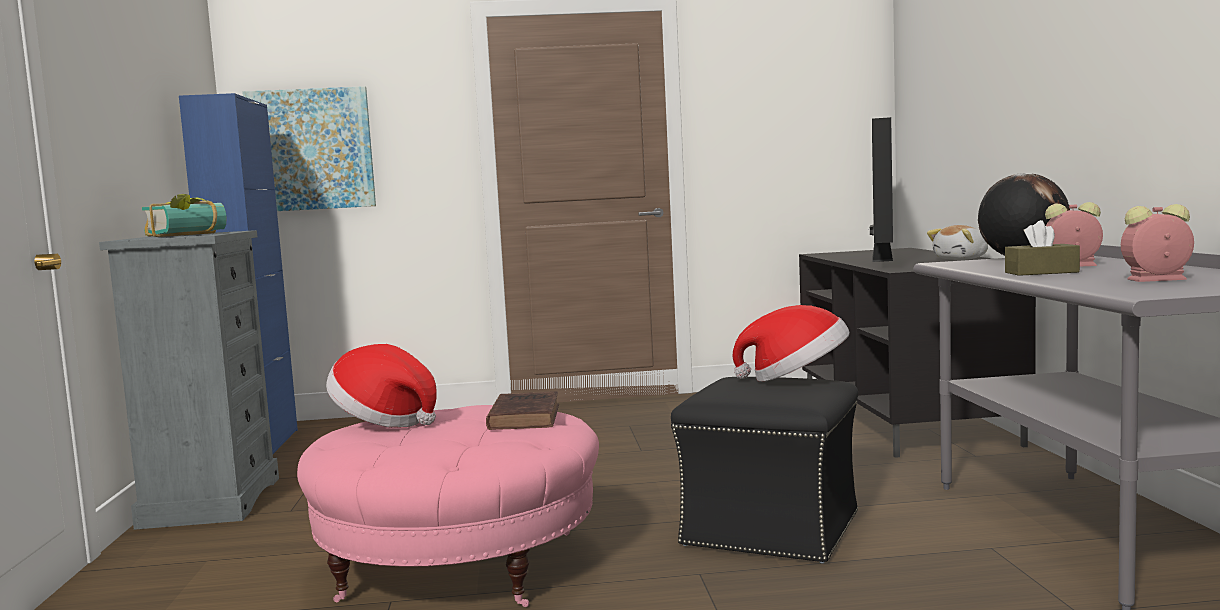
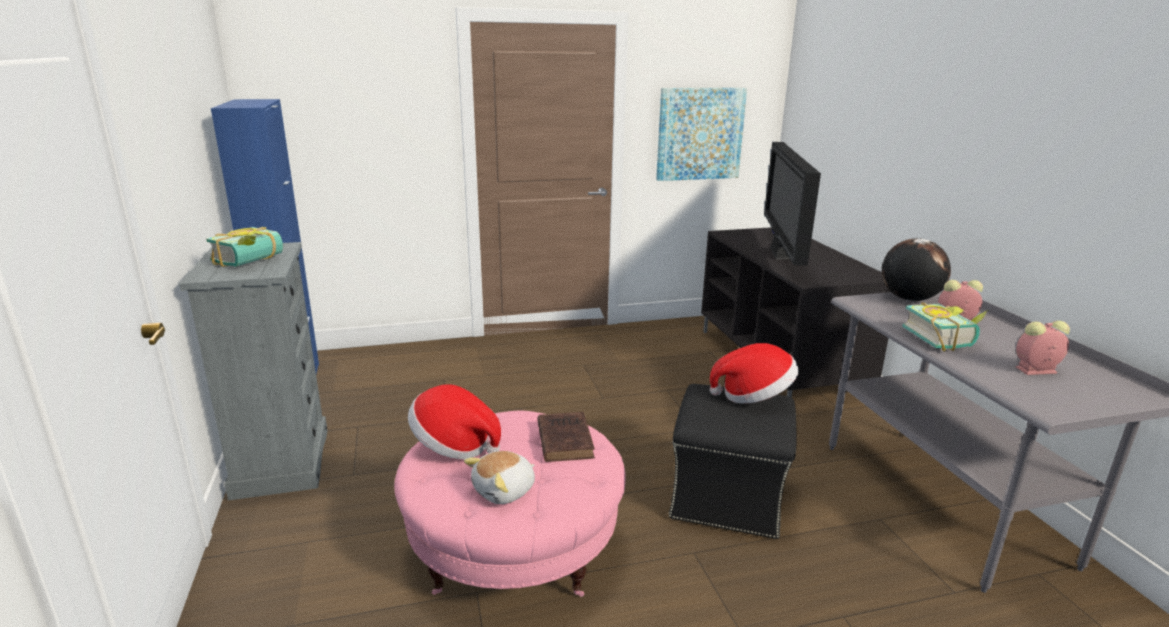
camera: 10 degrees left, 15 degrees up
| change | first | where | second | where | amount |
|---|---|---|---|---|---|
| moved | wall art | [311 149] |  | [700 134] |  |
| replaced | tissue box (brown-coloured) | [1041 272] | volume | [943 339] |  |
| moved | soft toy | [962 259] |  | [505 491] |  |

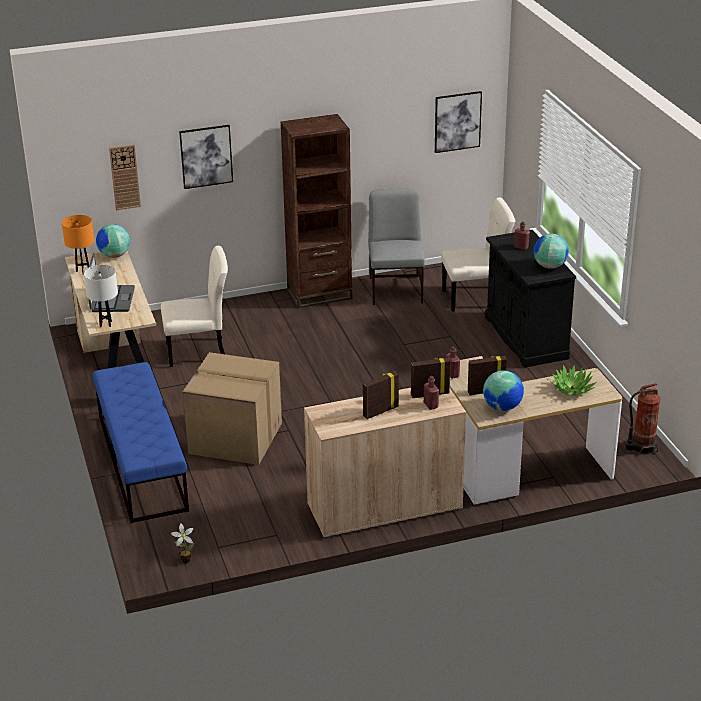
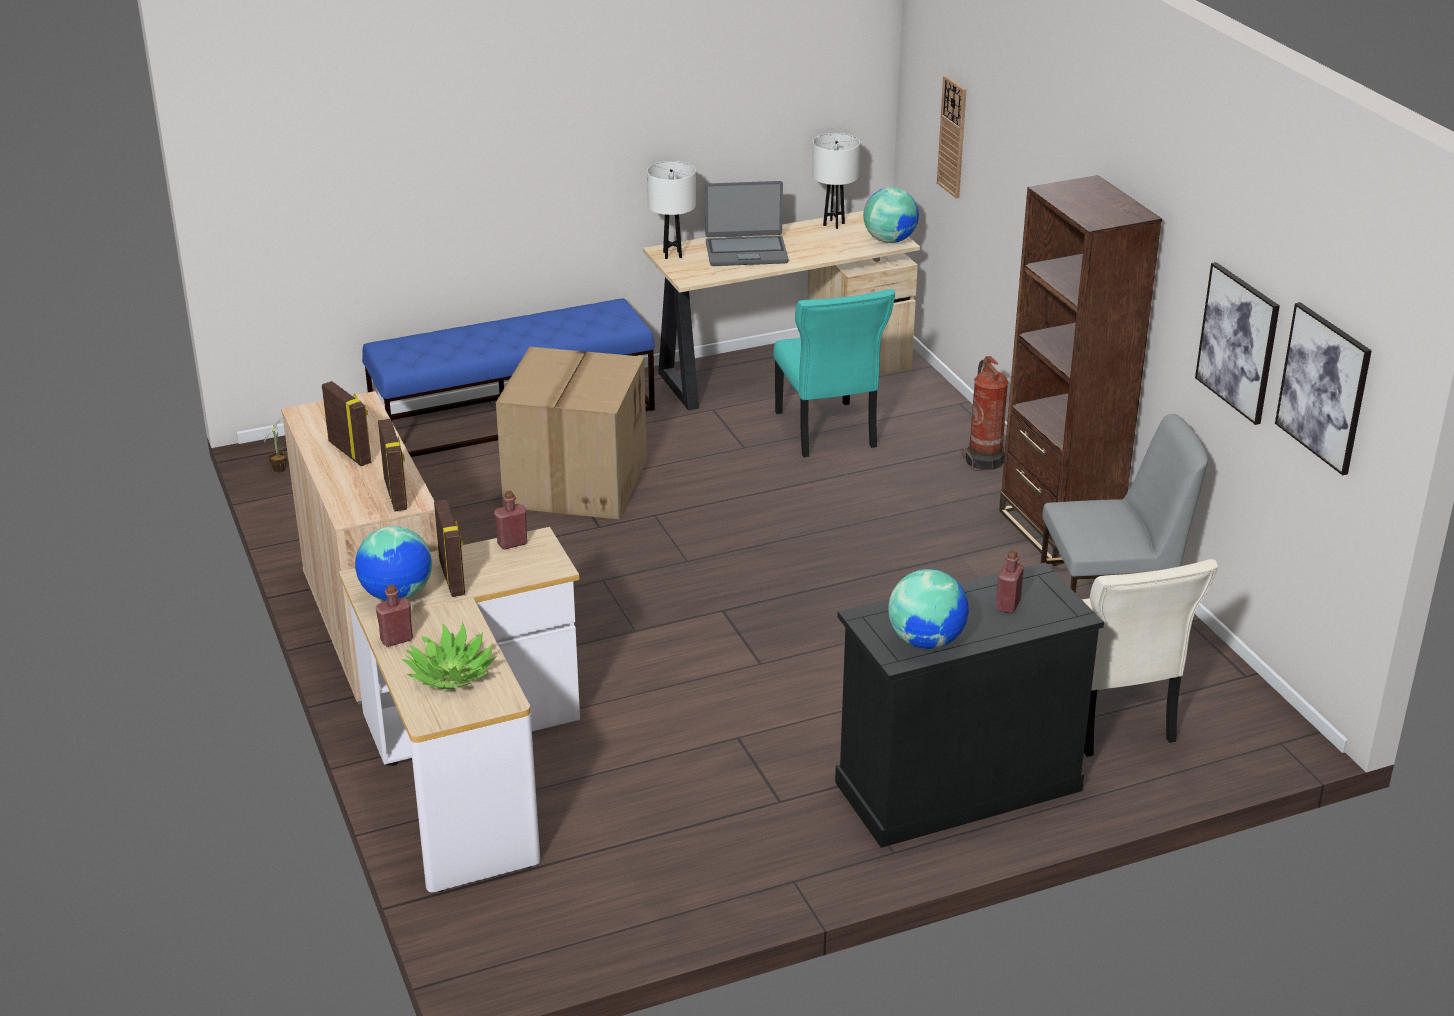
camera: 85 degrees right, 0 degrees up
| change | first | where | second | where | amount |
|---|---|---|---|---|---|
| moved | wall art | [206 156] |  | [1238 342] |  |
| recoloured | table lamp (orange) | [83 270] | table lamp (white) | [834 224] |  |
| recoloured | plain chair (sand-coloured) | [199 352] | plain chair (blue-green) | [826 432] |  |
| moved | beverage bottle (red) | [431 405] |  | [396 639] |  |
| moved | fire-fighting cylinder | [641 446] |  | [984 460] |  |

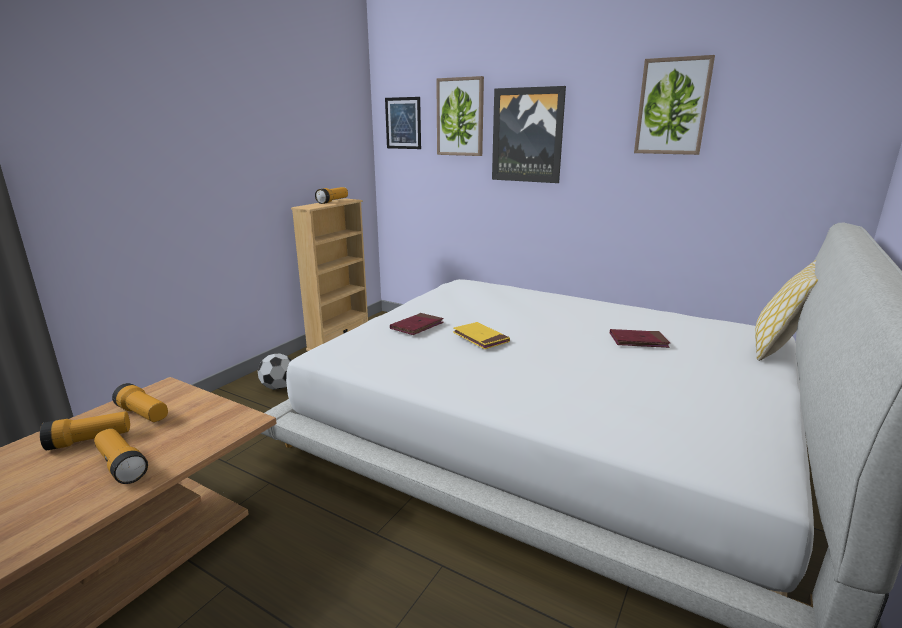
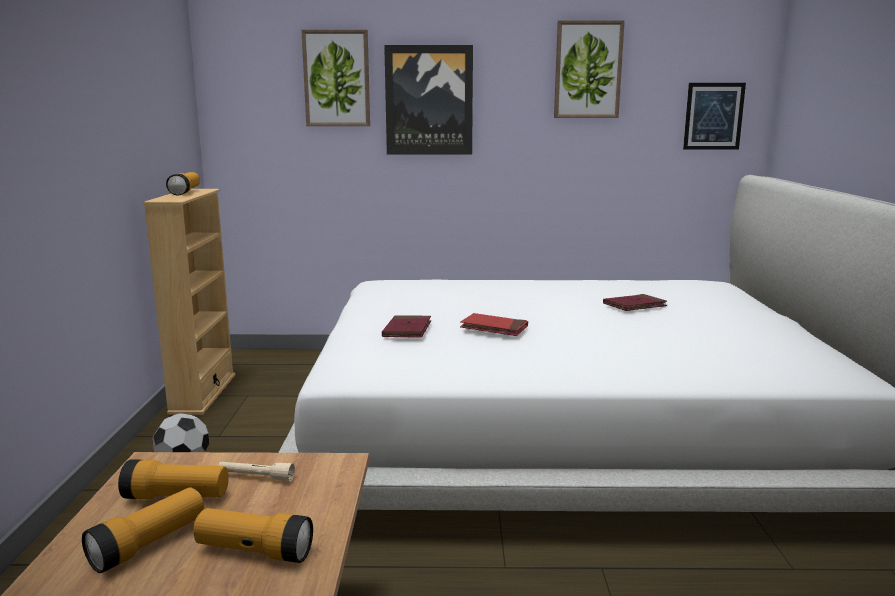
camera: 30 degrees left, 5 degrees down
| change | first | where | second | where | amount |
|---|---|---|---|---|---|
| moved | wall art | [403 123] |  | [713 116] |  |
| removed | throw pillow | [776 349] |  |  |  |
| recoloured | volume (yellowish) | [480 338] | volume (red) | [494 328] |  |
| added |  |  | flashlight (sand-coloured) | [256 477] |  |

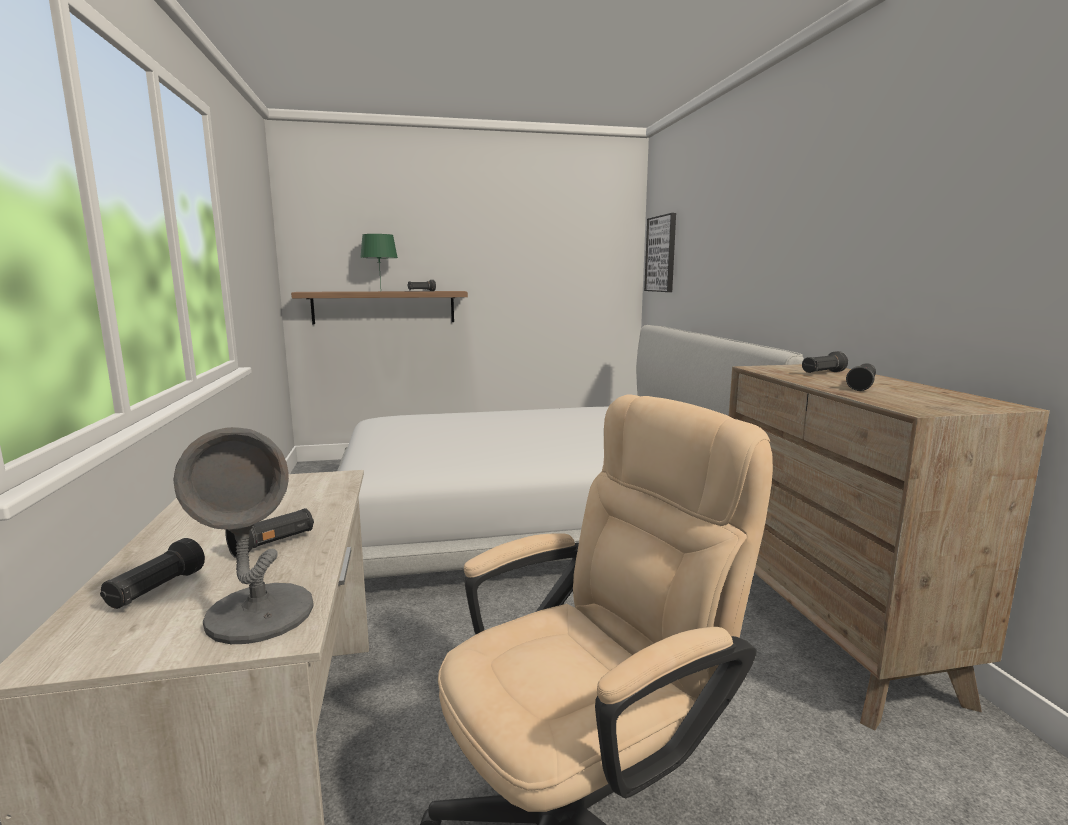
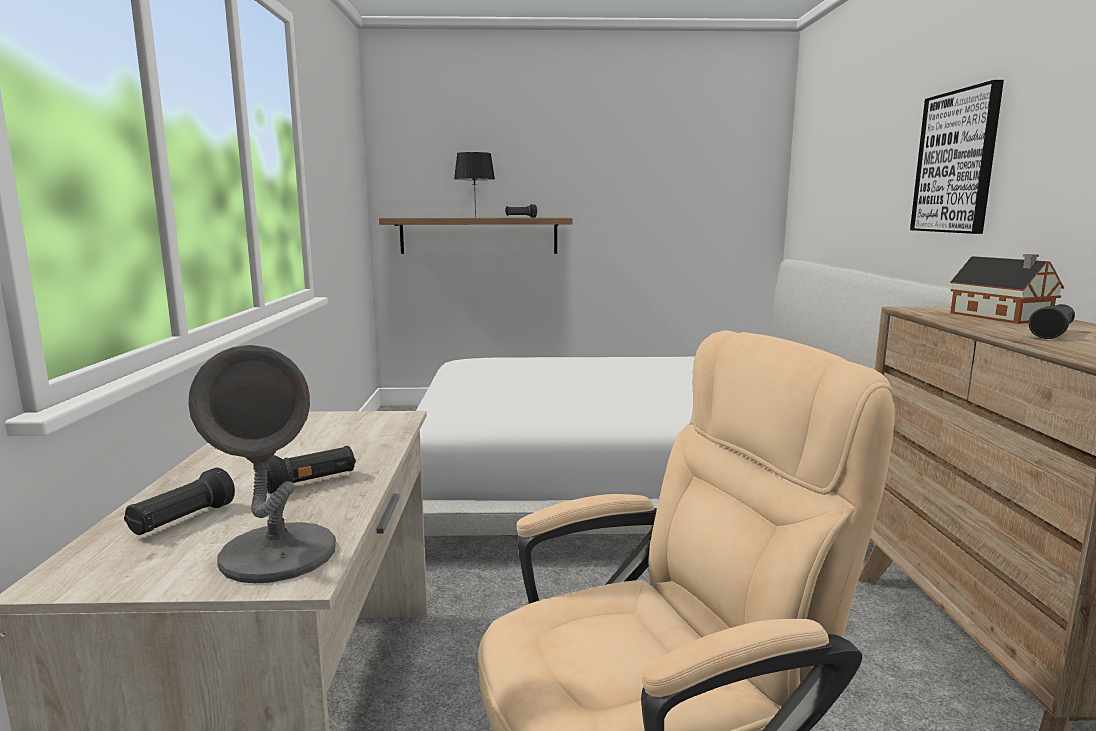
camera: 10 degrees right, 0 degrees up
| change | first | where | second | where | amount |
|---|---|---|---|---|---|
| moved | wall art | [661 254] |  | [956 162] |  |
| recoloured | table lamp (green) | [380 291] | table lamp (blackish) | [475 217] |  |
| replaced | flashlight (blackish) | [822 373] | toy house | [1002 317] |  |

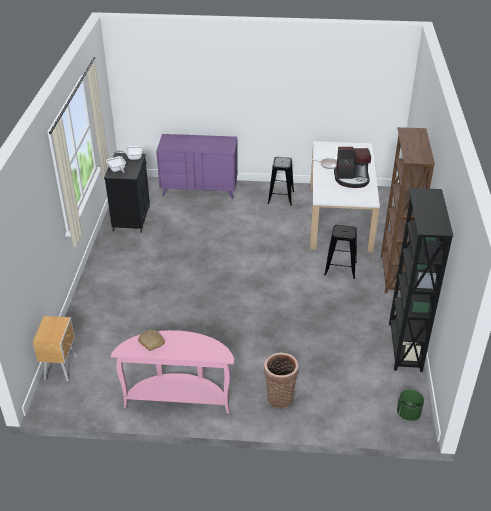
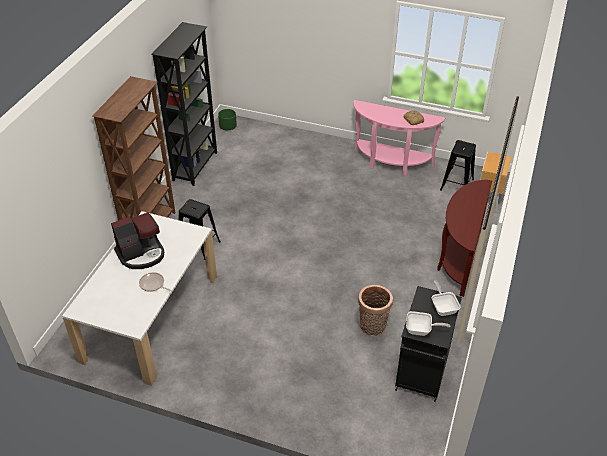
camera: 165 degrees left, 5 degrees up
| change | first | where | second | where | amount |
|---|---|---|---|---|---|
| removed | dresser (purple) | [199 189] |  |  |  |
| turned | coffee brewer | [352 179] |  | [141 254] | 135 degrees clockwise |
| moved | stool seat (blackish) | [281 197] |  | [457 185] |  |
| moved | household basket | [279 396] |  | [372 327] |  |
| added |  |  | narrow table (brown-coloured) | [458 259] |  |

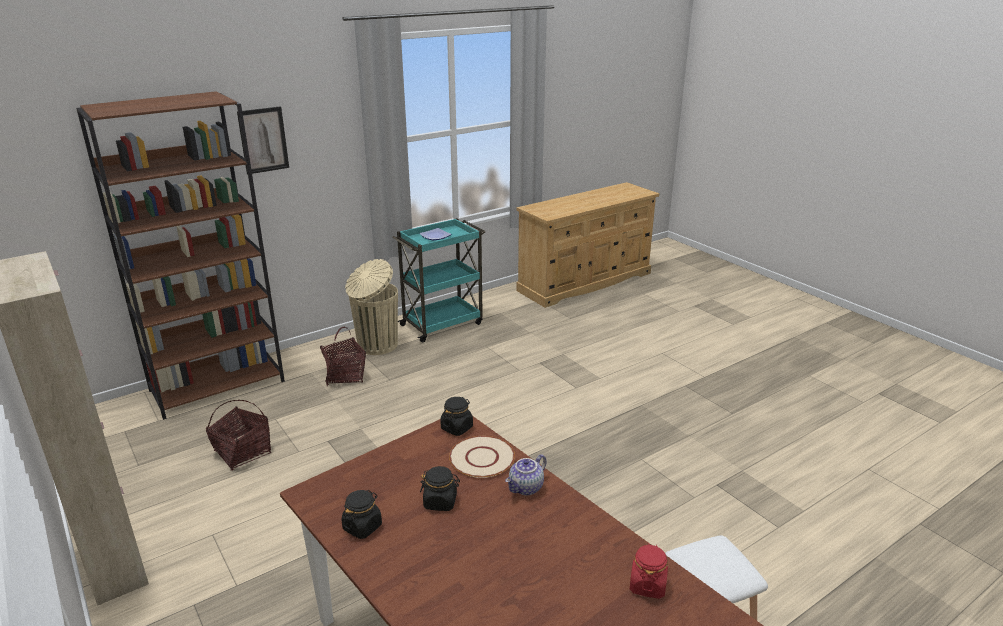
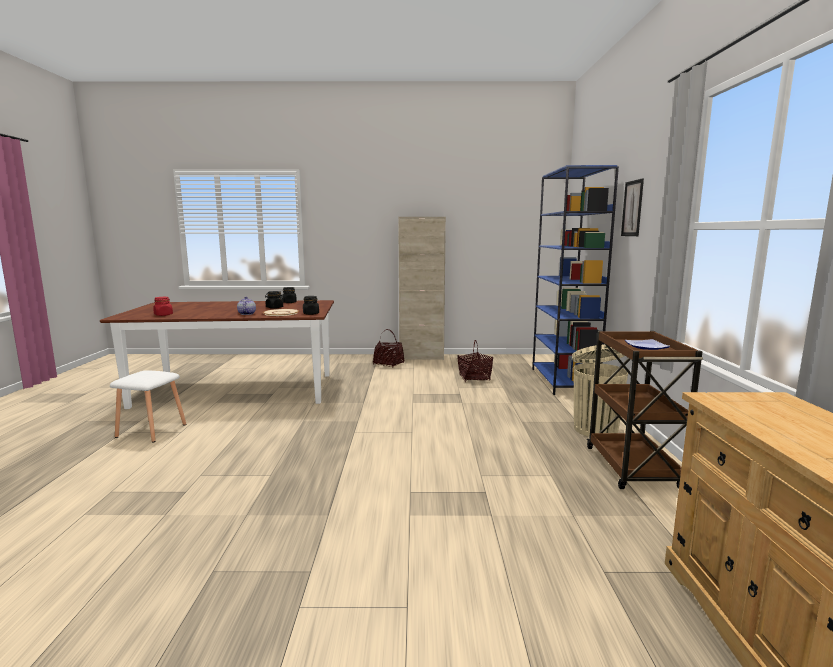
camera: 125 degrees right, 15 degrees down
| change | first | where | second | where | amount |
|---|---|---|---|---|---|
| recoloured | shelving unit (brown-coloured) | [218 385] | shelving unit (bluish) | [564 381] |  |
| recoloured | wheeled cart (blue-green) | [443 324] | wheeled cart (brown-coloured) | [632 468] |  |
| moved | household basket | [345 375] |  | [388 364] |  |

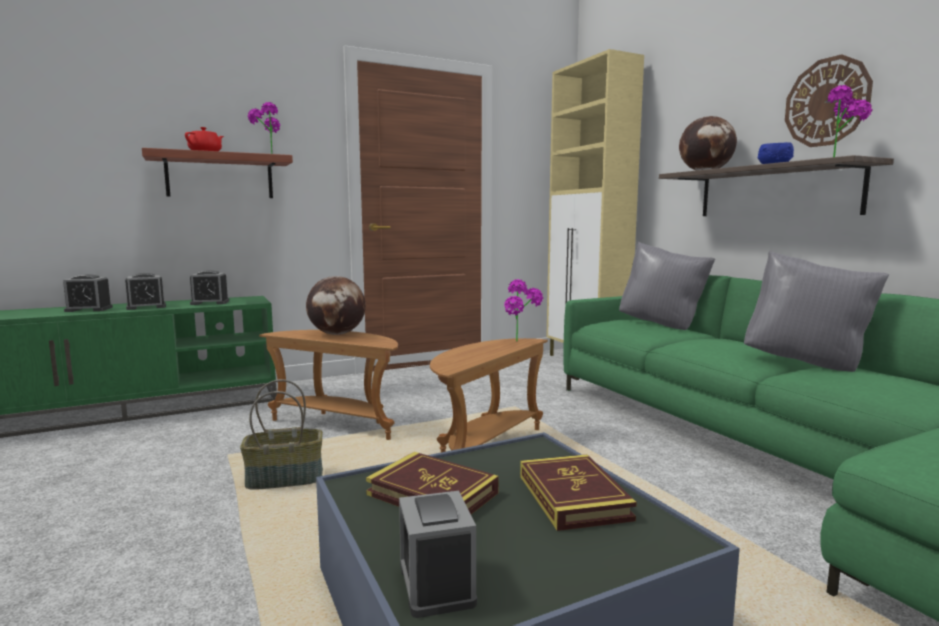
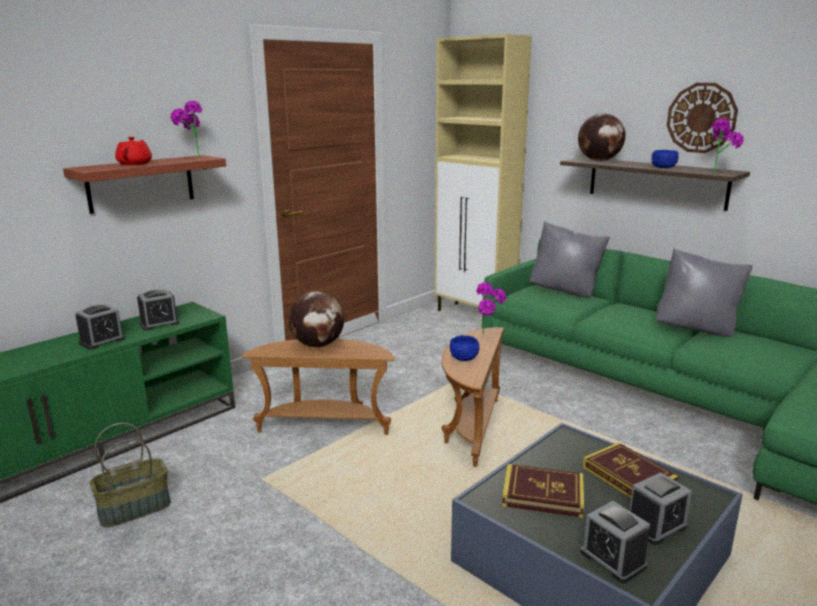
camera: 20 degrees left, 10 degrees up
| change | first | where | second | where | amount |
|---|---|---|---|---|---|
| moved | bedside clock | [89 309] |  | [656 526] |  |
| moved | household basket | [285 479] |  | [135 508] |  |
| added |  |  | deep dish (bluish) | [464 357] |  |

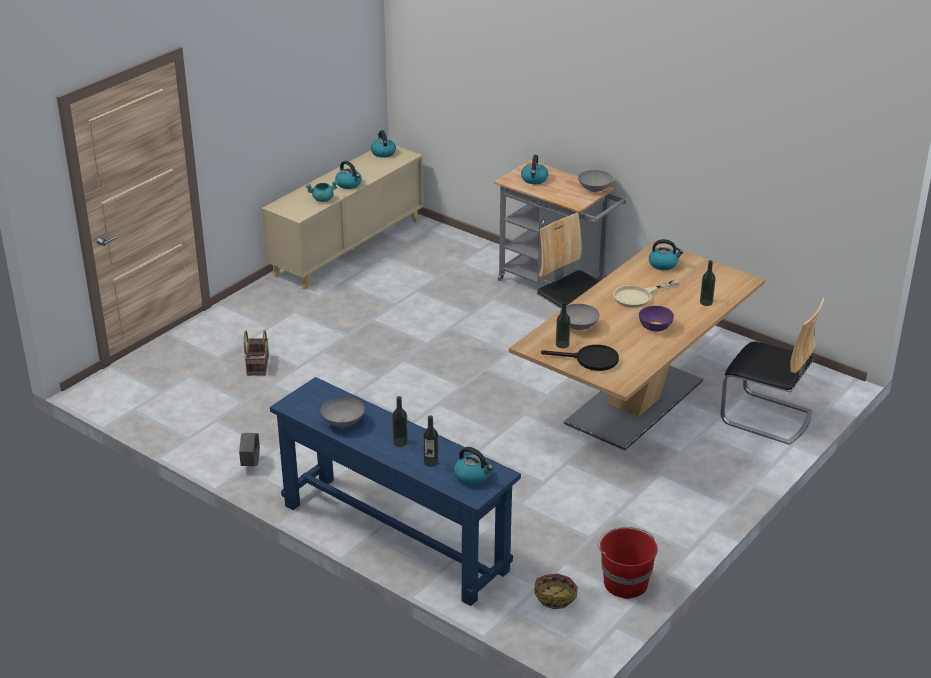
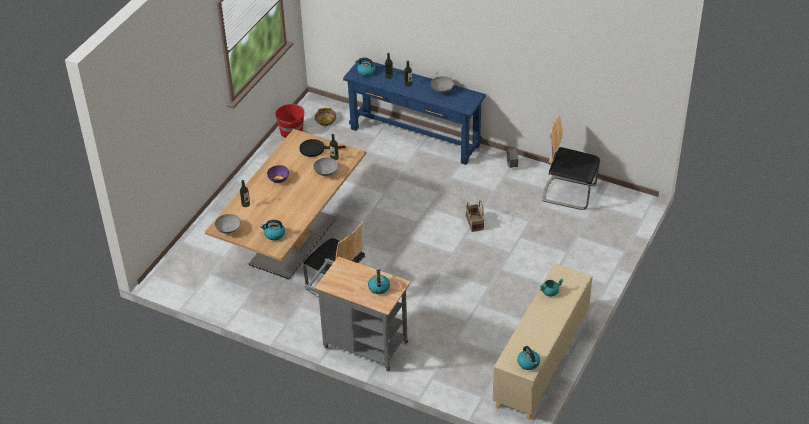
camera: 170 degrees right, 10 degrees up
| change | first | where | second | where | amount |
|---|---|---|---|---|---|
| removed | tea kettle | [349 184] |  |  |  |
| moved | deep dish (grey) | [595 189] |  | [228 230] |  |
| removed | skillet (sand-coloured) | [638 296] |  |  |  |
| moved | plain chair | [766 417] |  | [569 193] |  |
| moved | household basket | [257 365] |  | [475 223] |  |

